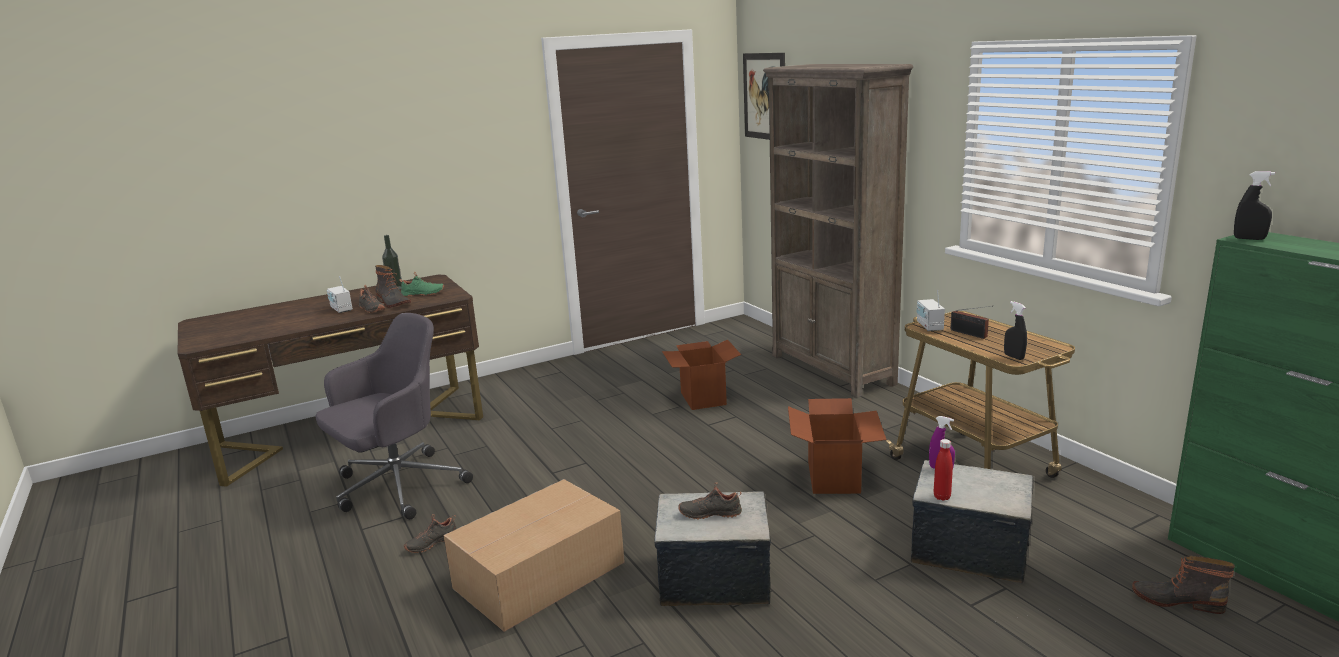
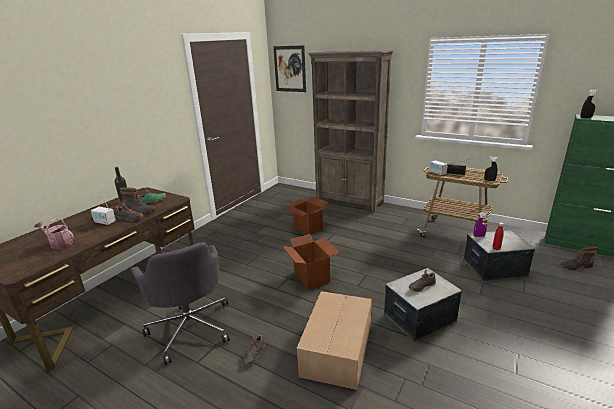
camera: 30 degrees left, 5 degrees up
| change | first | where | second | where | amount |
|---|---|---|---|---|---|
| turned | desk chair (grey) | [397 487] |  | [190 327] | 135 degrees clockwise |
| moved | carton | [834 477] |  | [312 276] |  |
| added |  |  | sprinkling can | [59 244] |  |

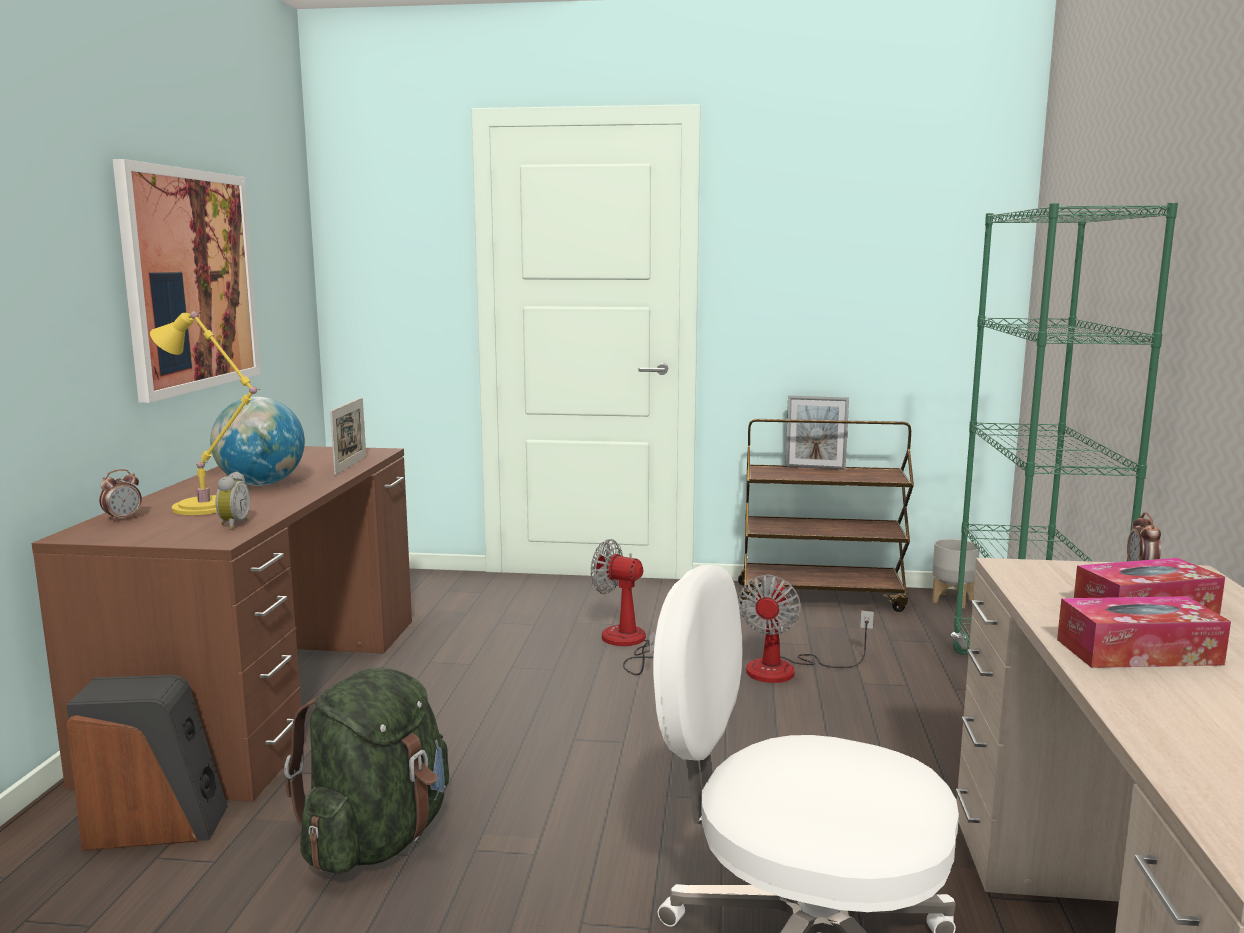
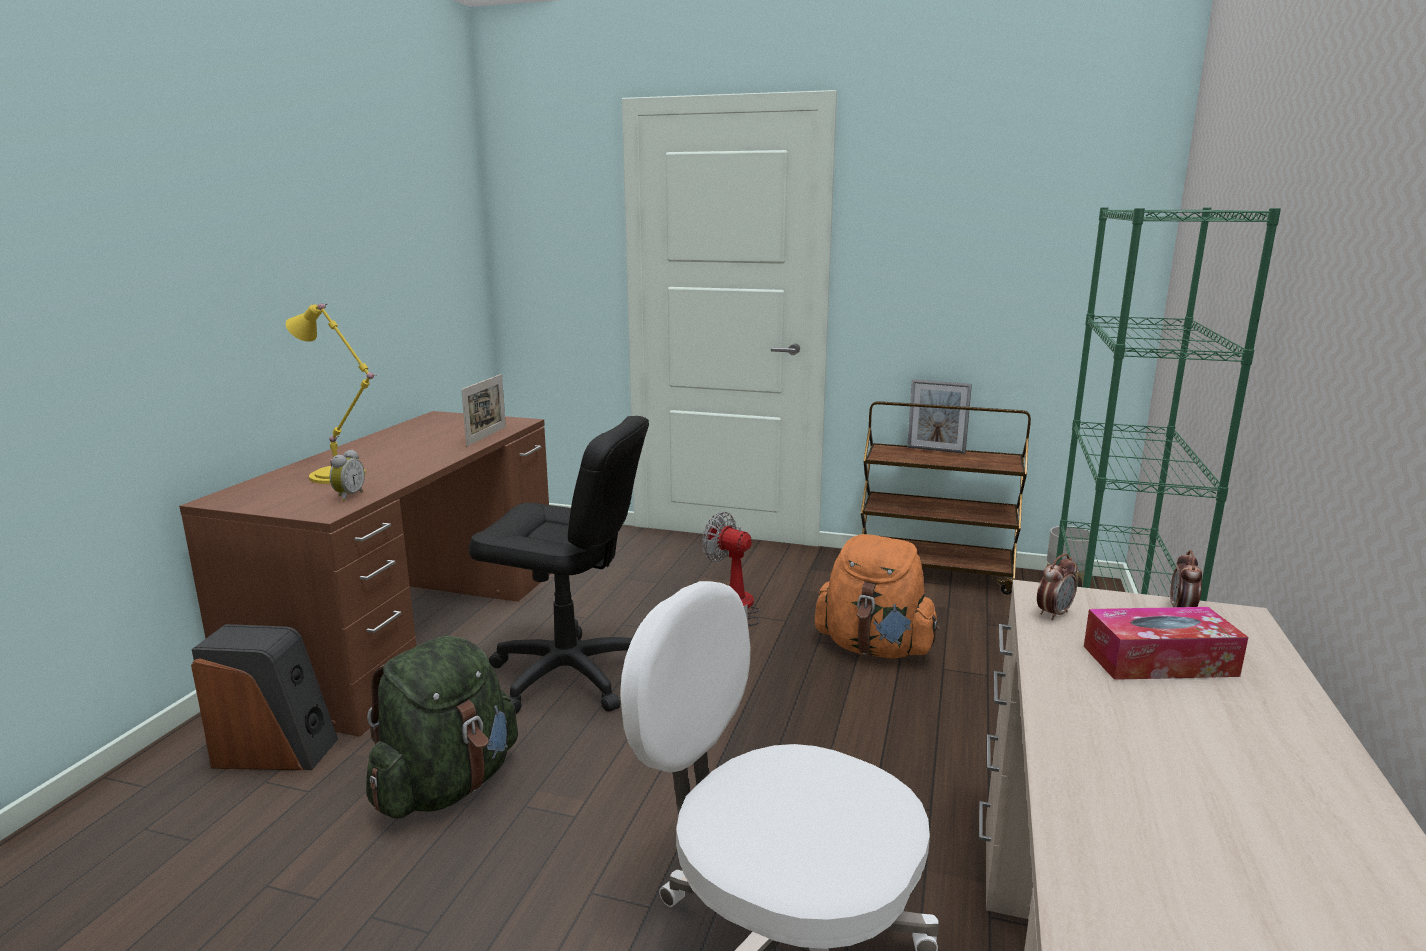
camera: 10 degrees right, 5 degrees up
| change | first | where | second | where | amount |
|---|---|---|---|---|---|
| removed | wall art | [190 280] |  |  |  |
| removed | desk globe | [261 484] |  |  |  |
| moved | bedside clock | [123 519] |  | [1054 614] |  |
| replaced | fan | [787 669] | rucksack (orange) | [874 648] |  |
| removed | tissue box | [1138 652] |  |  |  |
| added |  |  | desk chair (blackish) | [568 676] |  |

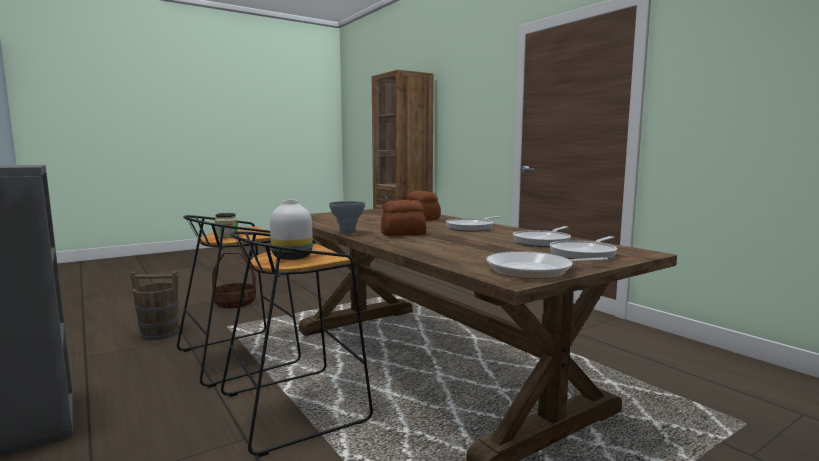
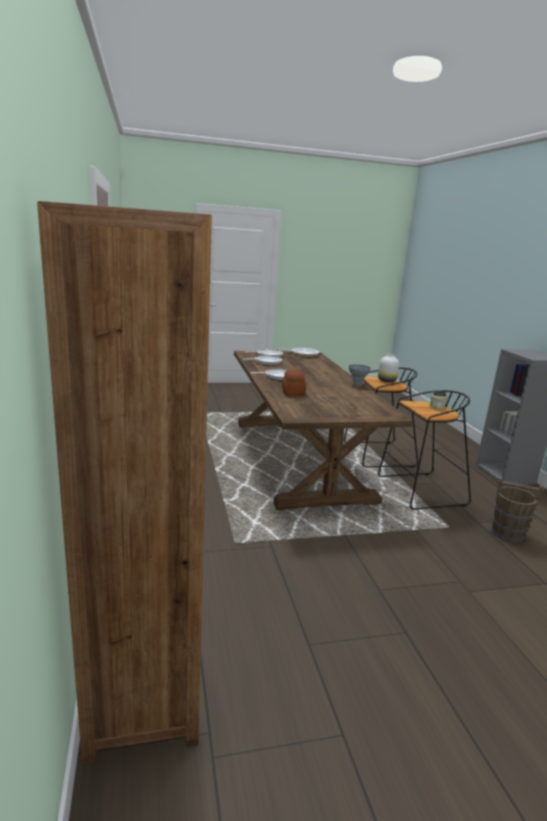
camera: 160 degrees left, 10 degrees up
| change | first | where | second | where | amount |
|---|---|---|---|---|---|
| removed | baked bread | [402 234] |  |  |  |
| removed | household basket | [235 303] |  |  |  |

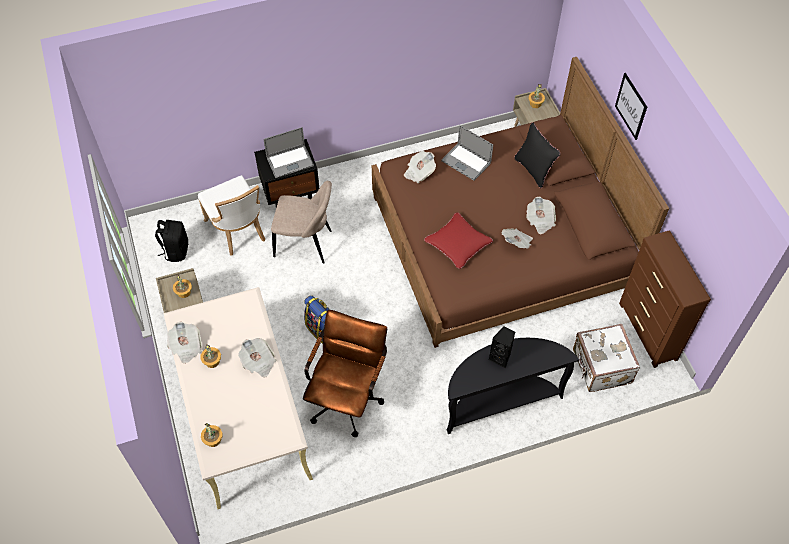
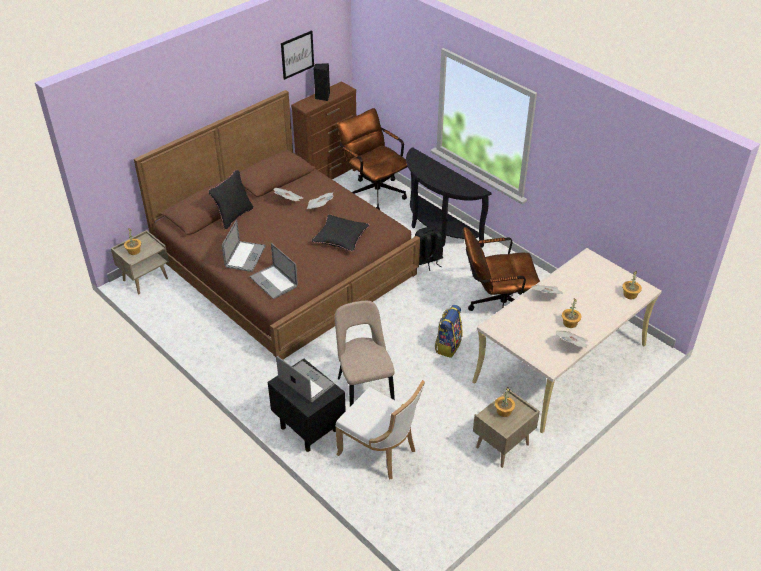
camera: 115 degrees left, 15 degrees down
| change | first | where | second | where | amount |
|---|---|---|---|---|---|
| moved | wall art | [631 106] |  | [297 54] |  |
| replaced | newspaper | [419 172] | portable computer | [273 282] |  |
| turned | plain chair (white) | [238 231] |  | [380 452] | 90 degrees clockwise |
| recoloured | throw pillow (red) | [458 243] | throw pillow (blackish) | [341 237] |  |
| moved | rucksack (blackish) | [176 250] |  | [428 260] |  |
| replaced | suitcase (white) | [600 367] | desk chair (brown-coloured) | [374 191] |  |
| moved | audio speaker (blackish) | [501 358] |  | [322 97] |  |

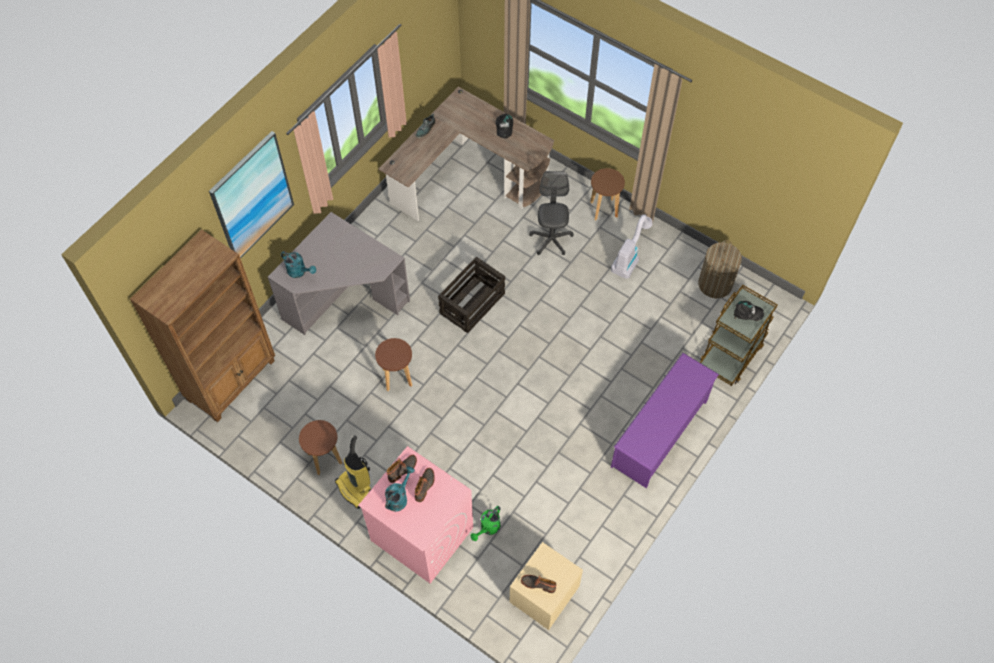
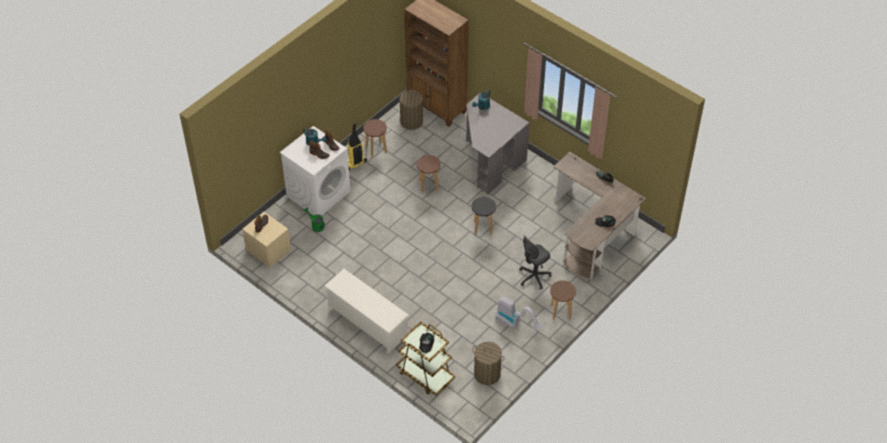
camera: 95 degrees right, 10 degrees down
| change | first | where | second | where | amount |
|---|---|---|---|---|---|
| removed | wall art | [252 197] |  |  |  |
| turned | desk chair (grey) | [551 240] |  | [534 277] | 135 degrees clockwise |
| replaced | shipping crate | [472 303] | stool seat (blackish) | [483 228] |  |
| recoloured | shoe rack (purple) | [660 434] | shoe rack (white) | [367 323] |  |
| recoloured | washing machine (pink) | [421 534] | washing machine (white) | [318 193] |  |
| added |  |  | washing basket | [411 122] |  |

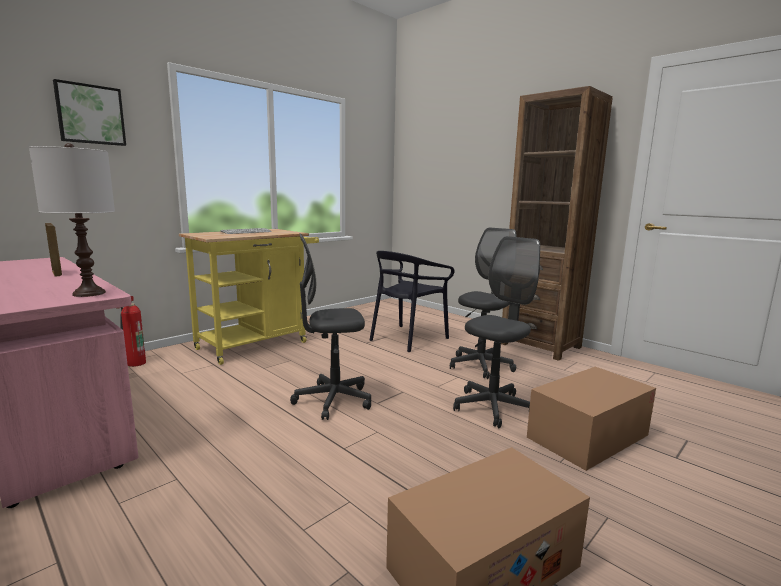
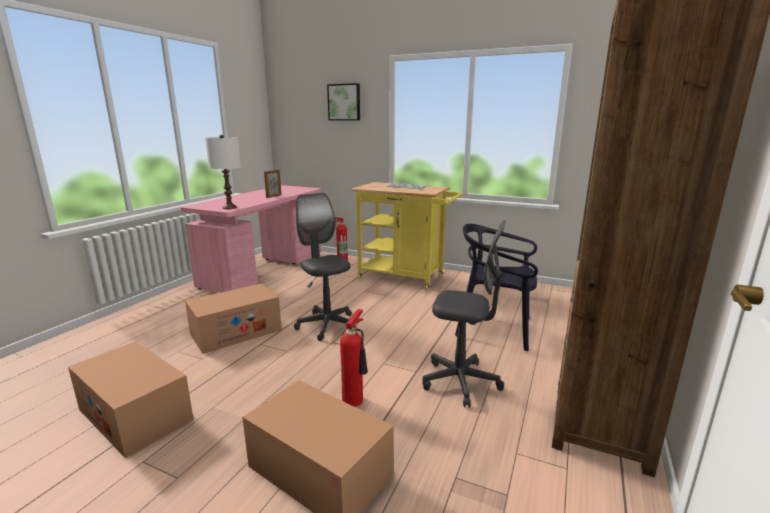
camera: 70 degrees right, 5 degrees up
| change | first | where | second | where | amount |
|---|---|---|---|---|---|
| replaced | desk chair (grey) | [493 408] | fire-fighting cylinder | [355 400] |  |
| added |  |  | carton | [236 332] |  |

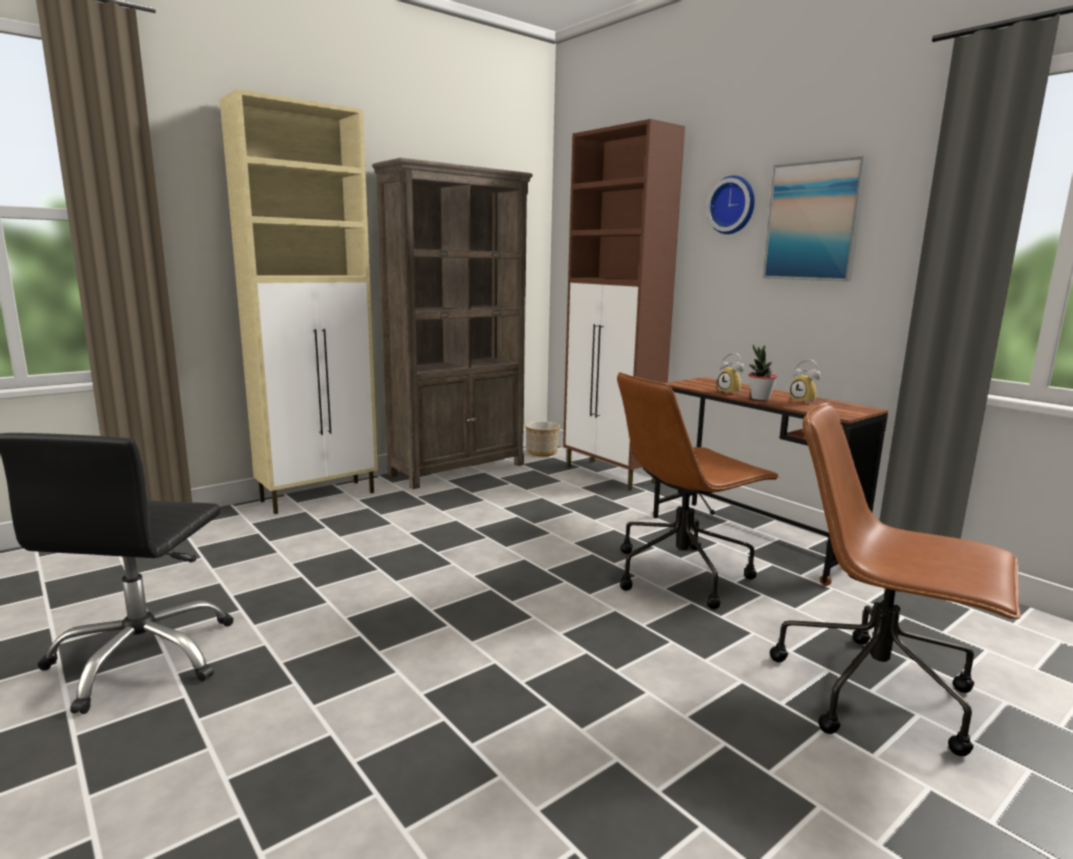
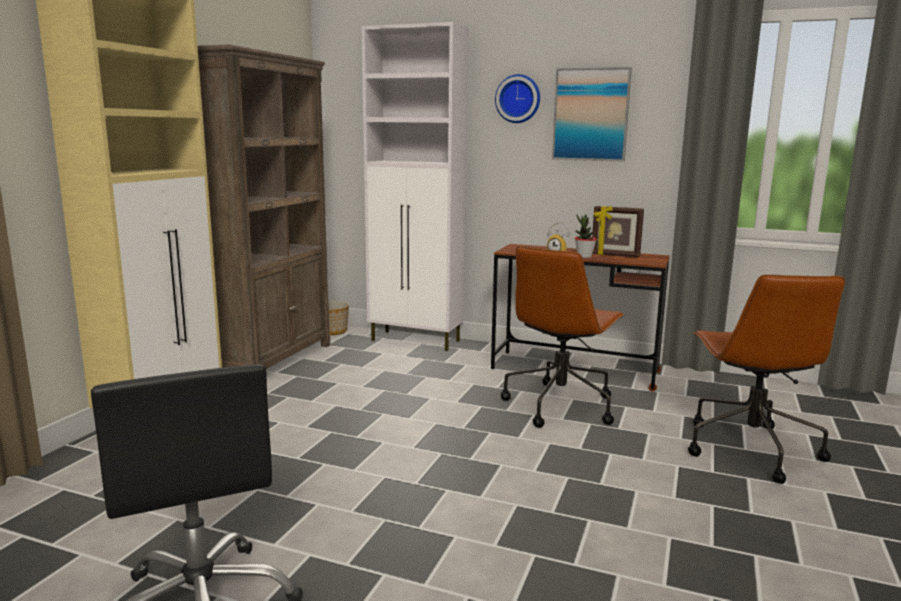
camera: 30 degrees left, 0 degrees up
| change | first | where | second | where | amount |
|---|---|---|---|---|---|
| recoloured | cupboard (brown-coloured) | [611 475] | cupboard (white) | [416 341] |  |
| replaced | bedside clock | [805 401] | picture frame | [615 255] |  |
| turned | desk chair (brown-coloured) | [877 692] |  | [749 448] | 90 degrees counterclockwise |

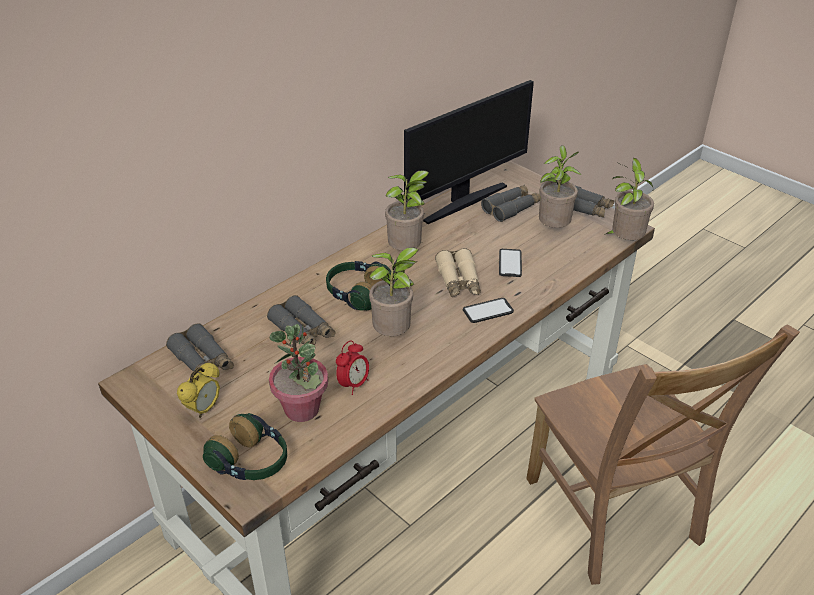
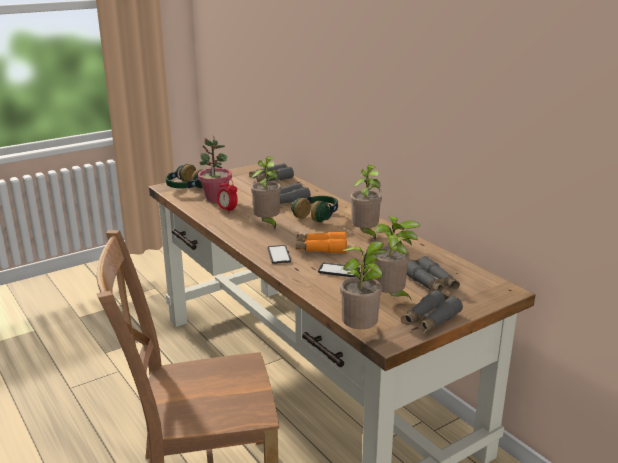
camera: 100 degrees right, 15 degrees down
| change | first | where | second | where | amount |
|---|---|---|---|---|---|
| removed | computer display | [463 202] |  |  |  |
| recoloured | field glasses (sand-coloured) | [458 281] | field glasses (orange) | [321 249] |  |
| removed | bedside clock | [204 409] |  |  |  |

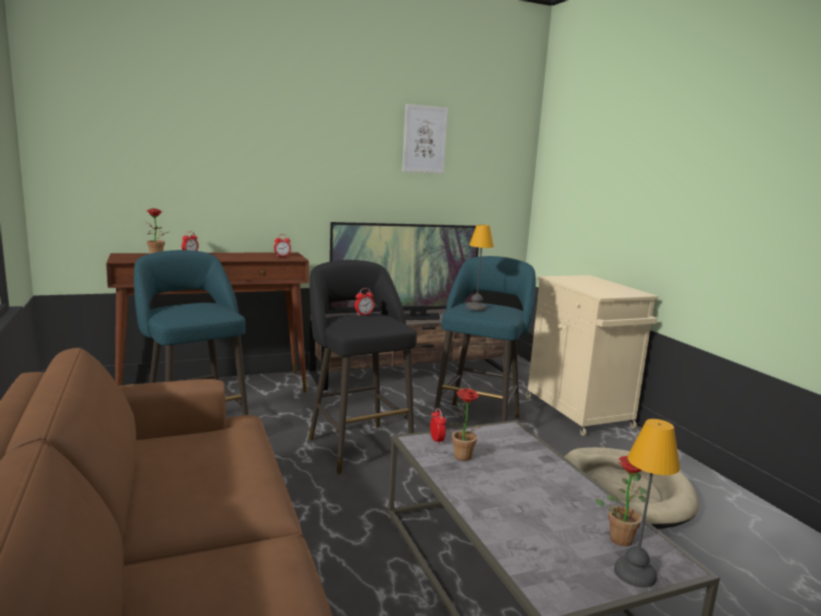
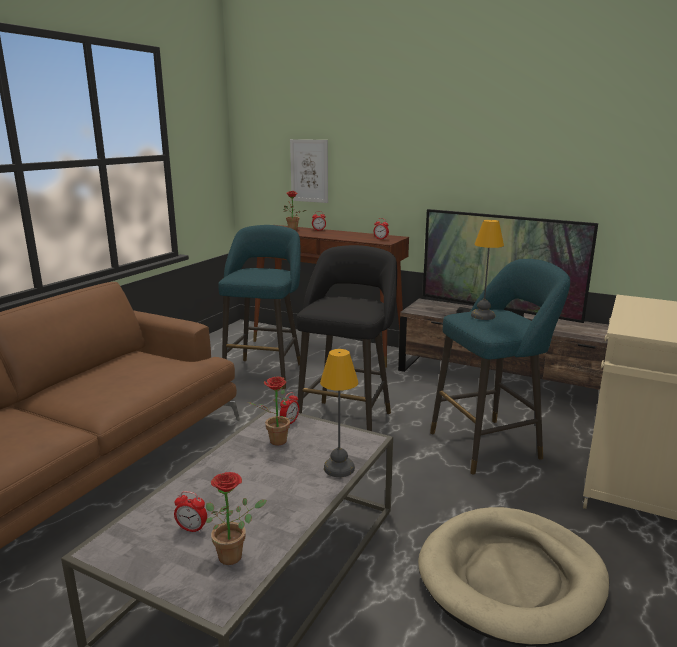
camera: 50 degrees right, 5 degrees up
| change | first | where | second | where | amount |
|---|---|---|---|---|---|
| moved | wall art | [424 139] |  | [309 171] |  |
| moved | bedside clock | [364 314] |  | [192 529] |  |
| moved | table lamp | [634 574] |  | [338 468] |  |

